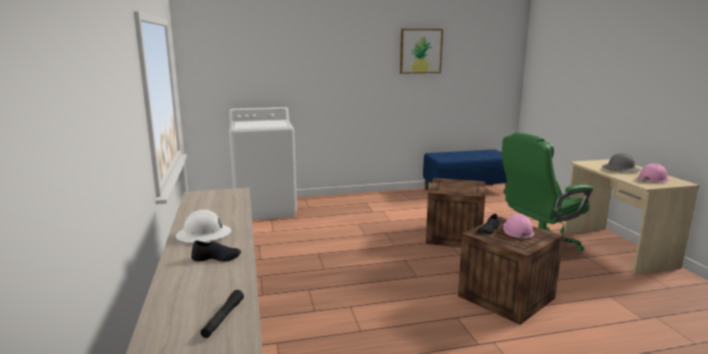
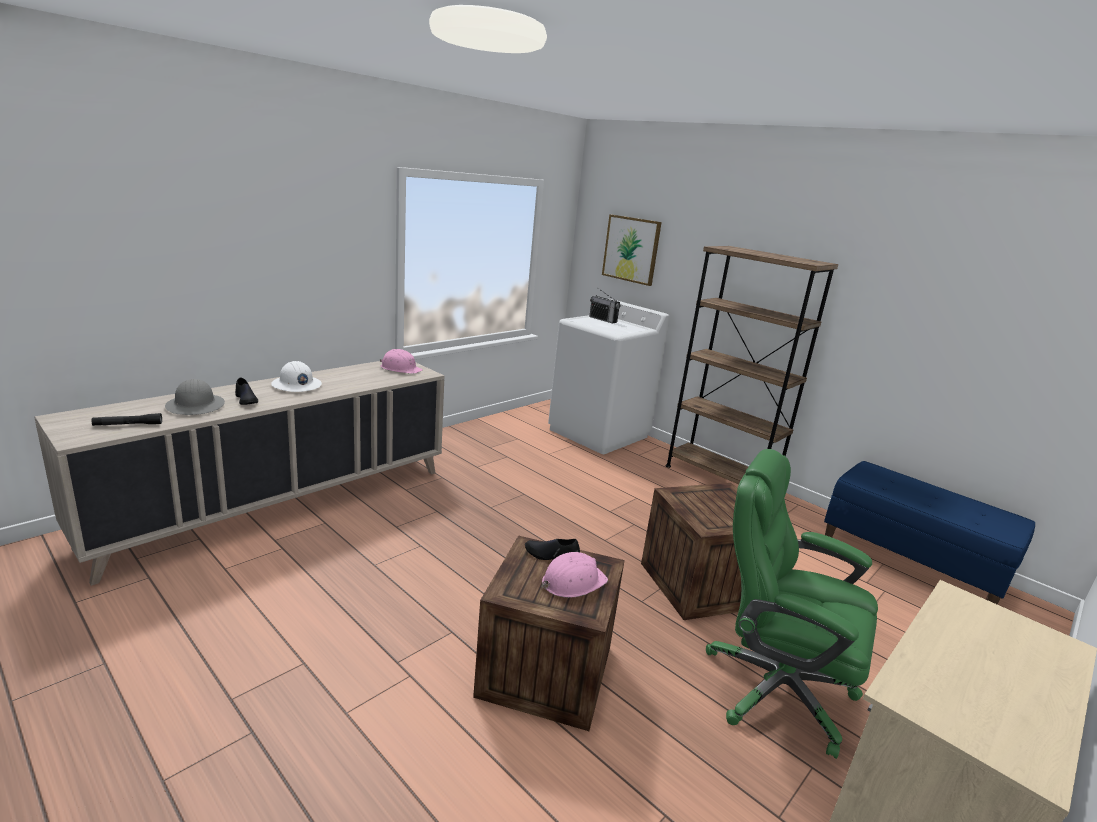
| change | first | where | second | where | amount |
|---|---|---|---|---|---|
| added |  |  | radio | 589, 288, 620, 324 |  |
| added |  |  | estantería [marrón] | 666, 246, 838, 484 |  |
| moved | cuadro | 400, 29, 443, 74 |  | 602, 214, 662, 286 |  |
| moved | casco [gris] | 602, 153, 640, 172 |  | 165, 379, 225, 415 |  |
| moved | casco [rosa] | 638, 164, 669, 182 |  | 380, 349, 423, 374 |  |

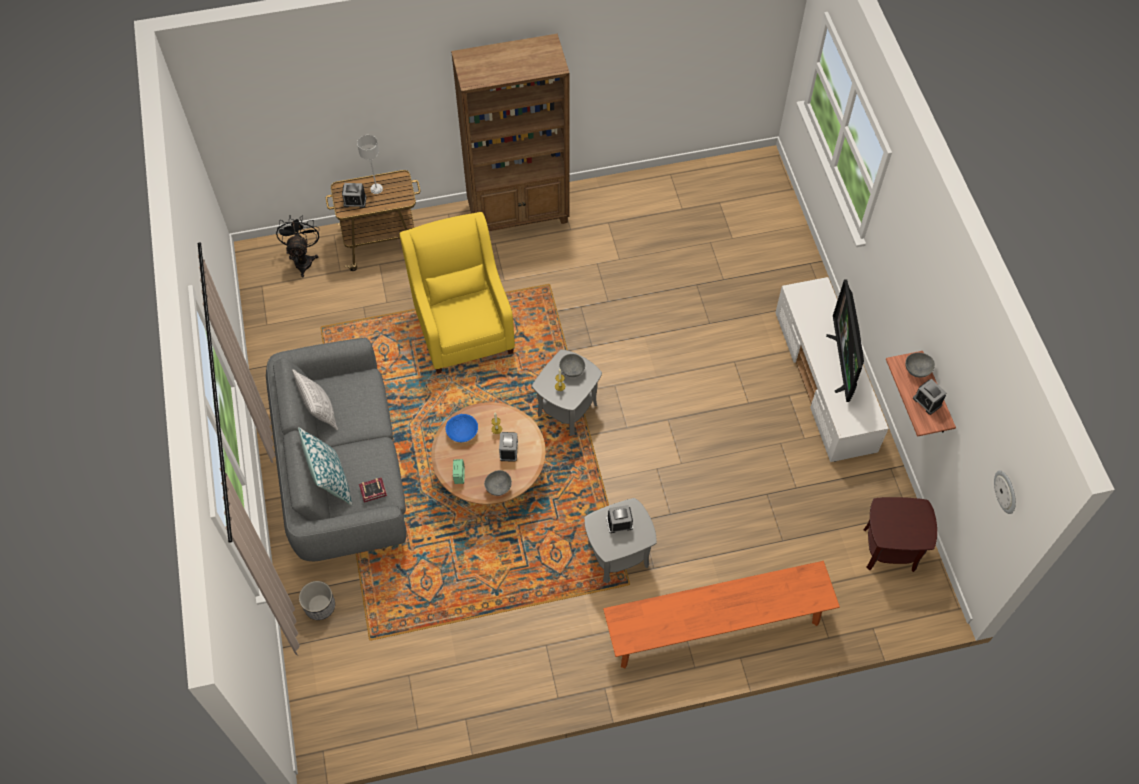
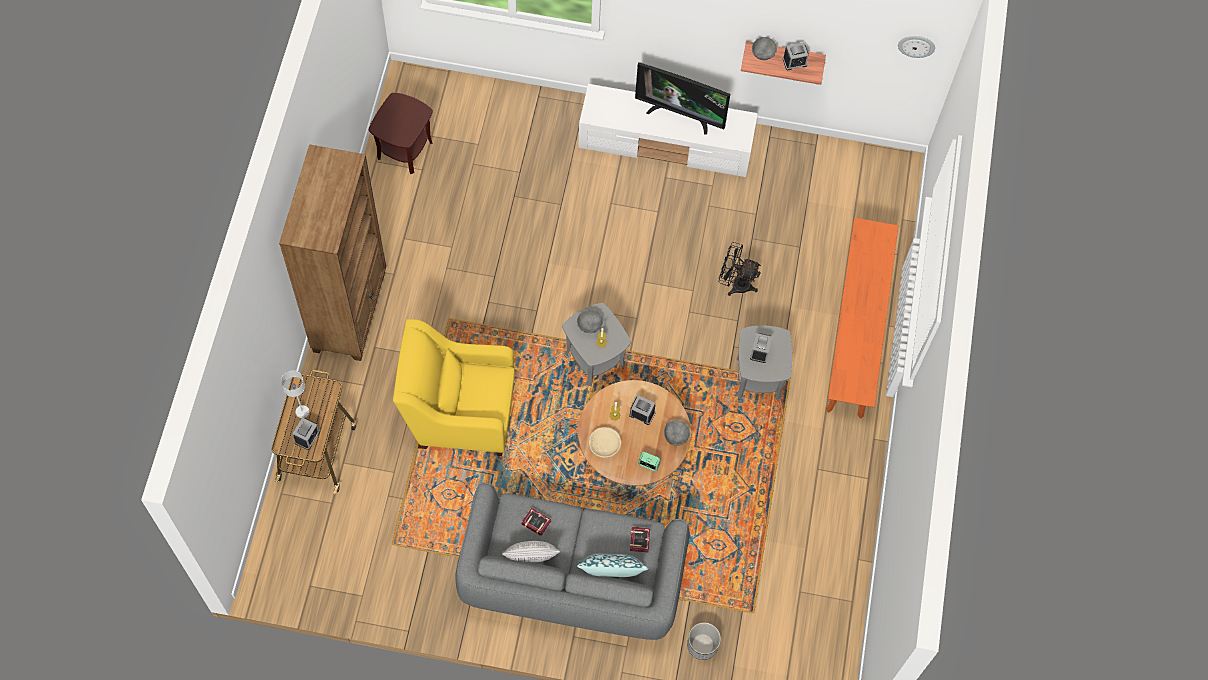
| change | first | where | second | where | amount |
|---|---|---|---|---|---|
| added |  |  | libro | 521, 508, 551, 536 |  |
| moved | ventilador [negro] | 276, 215, 319, 278 |  | 719, 242, 761, 296 |  |
| moved | mesa auxiliar [marrón] | 863, 497, 937, 572 |  | 369, 93, 433, 174 |  |
| recoloured | cuenco [azul] | 445, 414, 478, 442 | cuenco [beis] | 589, 427, 621, 458 |  |

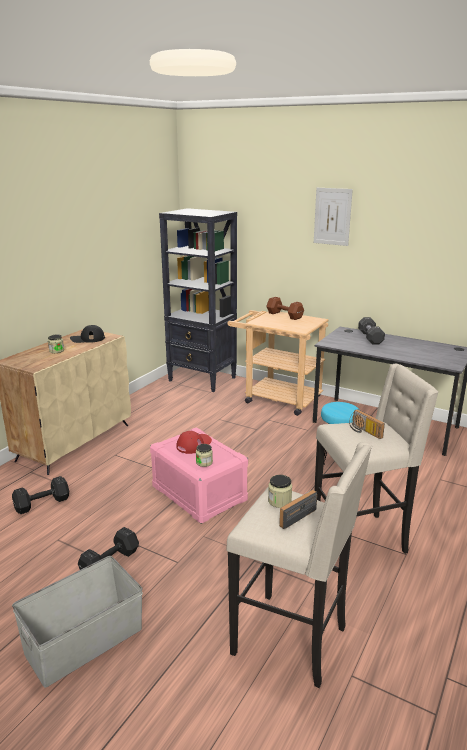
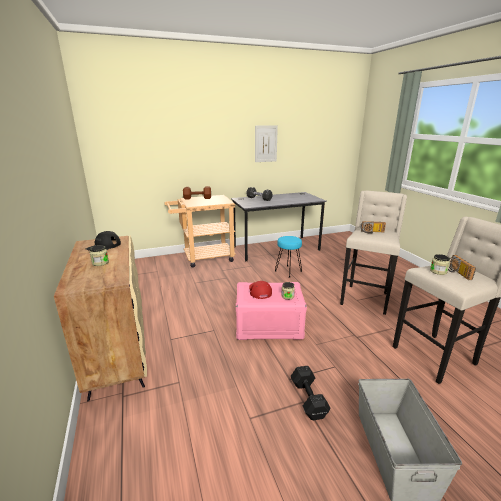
| change | first | where | second | where | amount |
|---|---|---|---|---|---|
| removed | mancuerna [negro] | 12, 476, 69, 514 |  |  |  |
| removed | estantería [negro] | 159, 208, 237, 392 |  |  |  |
| moved | cuadro | 314, 188, 353, 246 |  | 255, 125, 278, 162 |  |

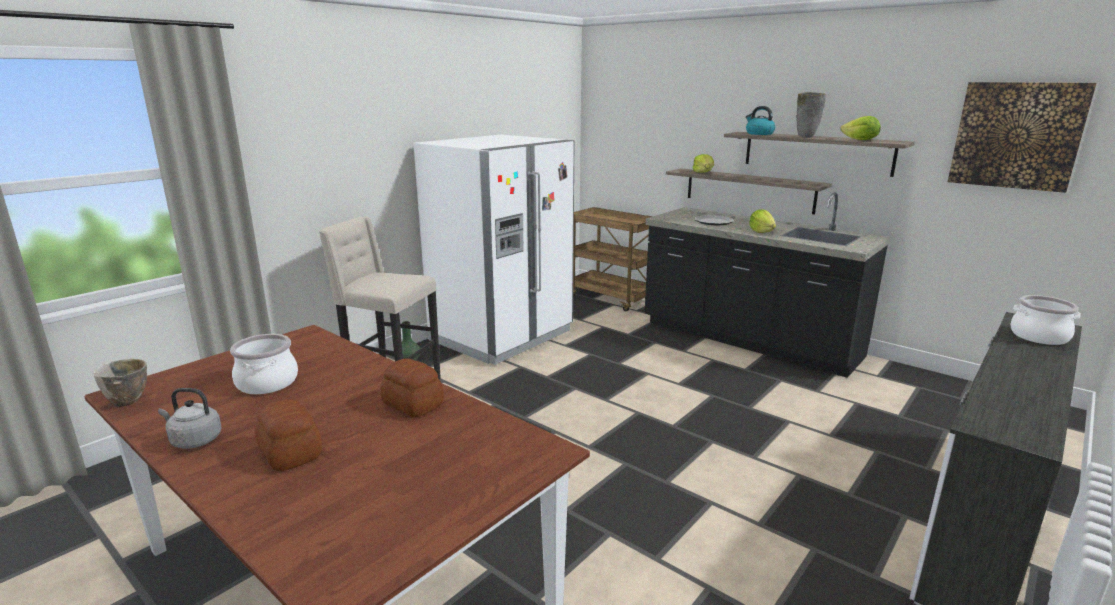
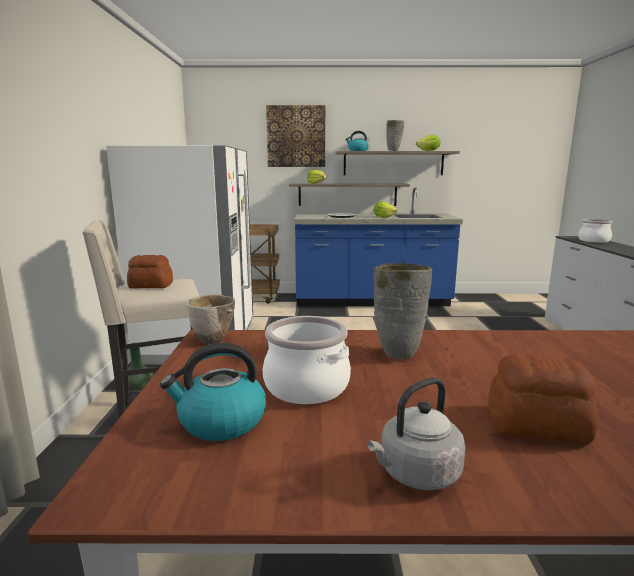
| change | first | where | second | where | amount |
|---|---|---|---|---|---|
| added |  |  | hervidor | 160, 343, 266, 441 |  |
| added |  |  | florero [gris] | 374, 263, 432, 359 |  |
| moved | cuenco | 94, 358, 147, 407 |  | 186, 295, 235, 344 |  |
| moved | pan | 380, 358, 444, 417 |  | 127, 255, 173, 288 |  |
| moved | cuadro | 948, 82, 1097, 193 |  | 266, 105, 325, 167 |  |
| recoloured | mueble bajo de cocina [negro] | 645, 192, 891, 378 | mueble bajo de cocina [azul] | 294, 187, 463, 306 |  |

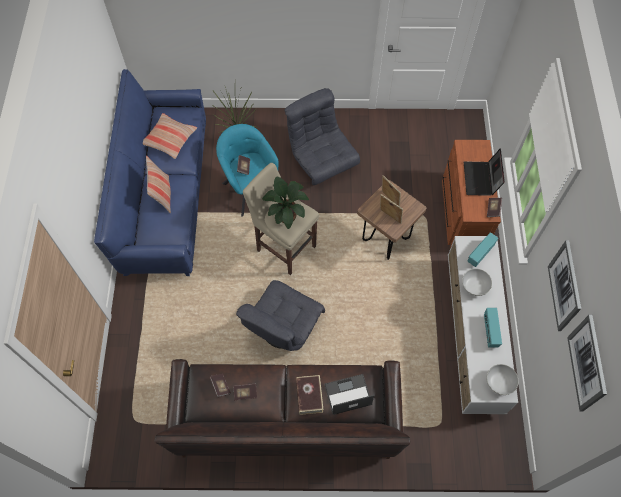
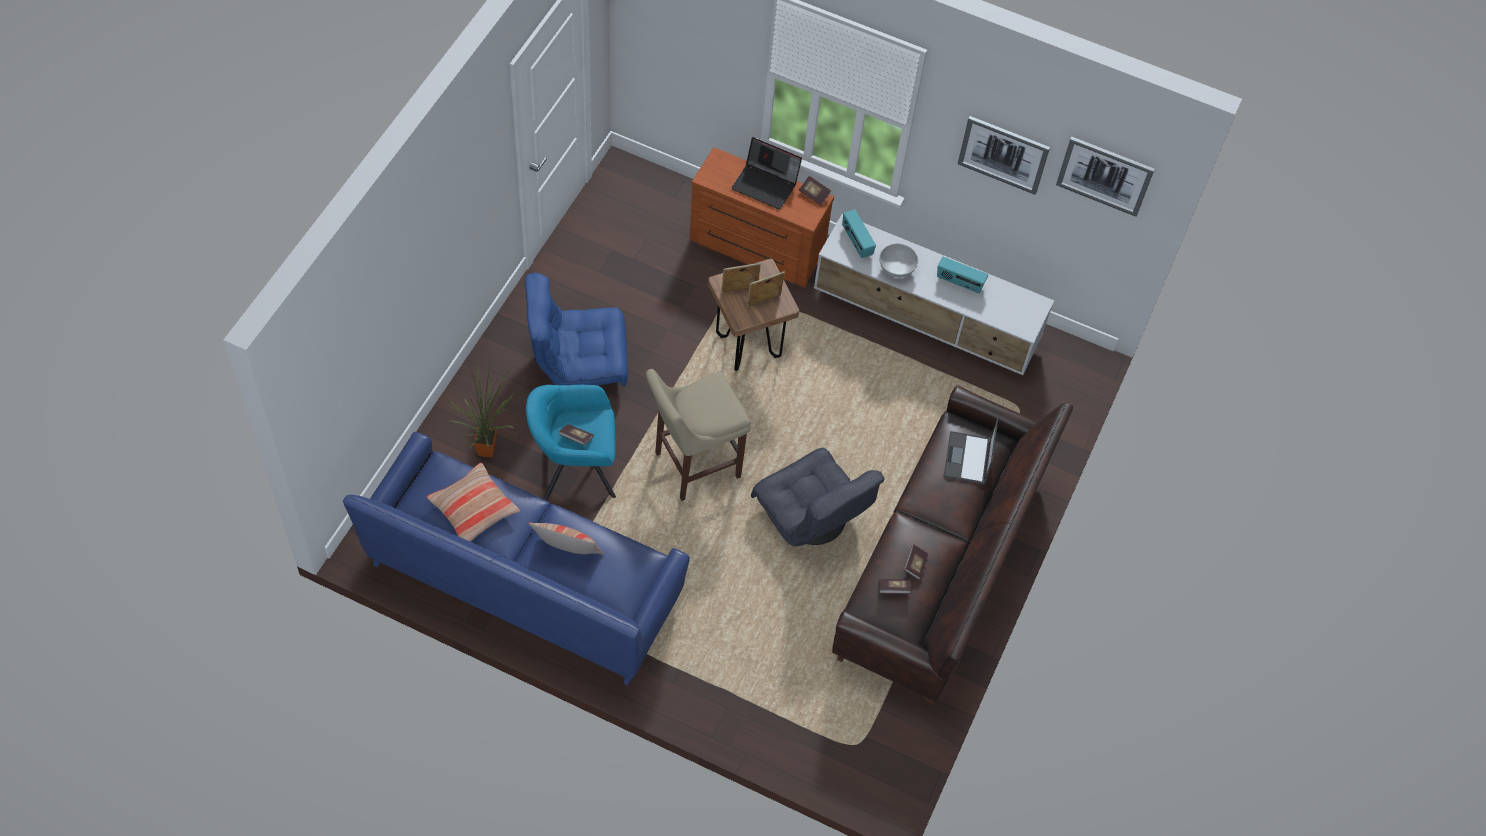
| change | first | where | second | where | amount |
|---|---|---|---|---|---|
| removed | planta en maceta | 262, 177, 309, 229 |  |  |  |
| removed | libro | 296, 375, 324, 415 |  |  |  |
| removed | cuenco [blanco] | 487, 364, 519, 395 |  |  |  |
| recoloured | sillón [gris] | 284, 88, 360, 185 | sillón [azul] | 525, 272, 628, 387 |  |

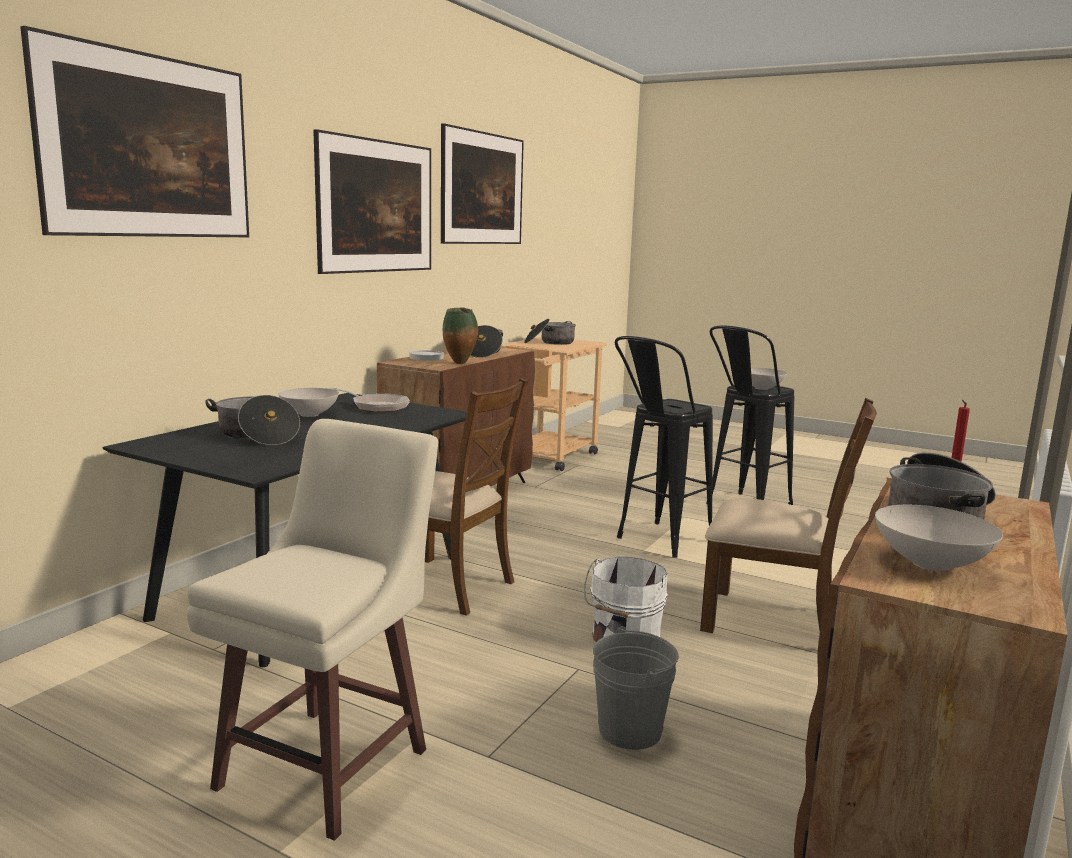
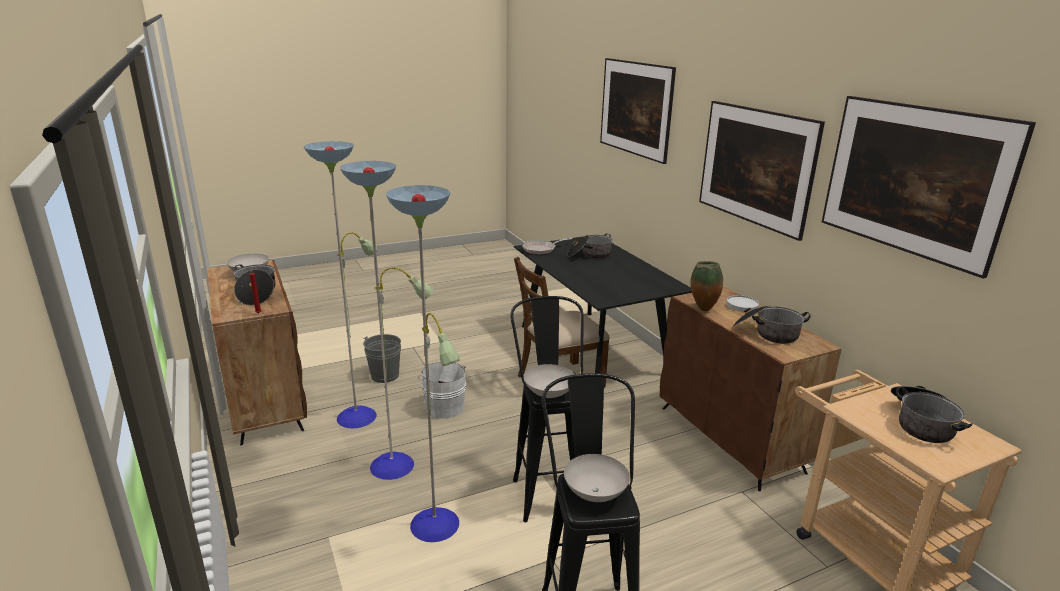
| change | first | where | second | where | amount |
|---|---|---|---|---|---|
| removed | taburete [beis] | 187, 419, 438, 841 |  |  |  |
| moved | cuenco [blanco] | 278, 388, 339, 417 |  | 524, 364, 575, 398 |  |
| moved | sartén | 328, 387, 410, 412 |  | 522, 238, 572, 255 |  |
| replaced | silla [marrón] | 700, 398, 877, 633 | lámpara de pie | 304, 141, 460, 542 |  |

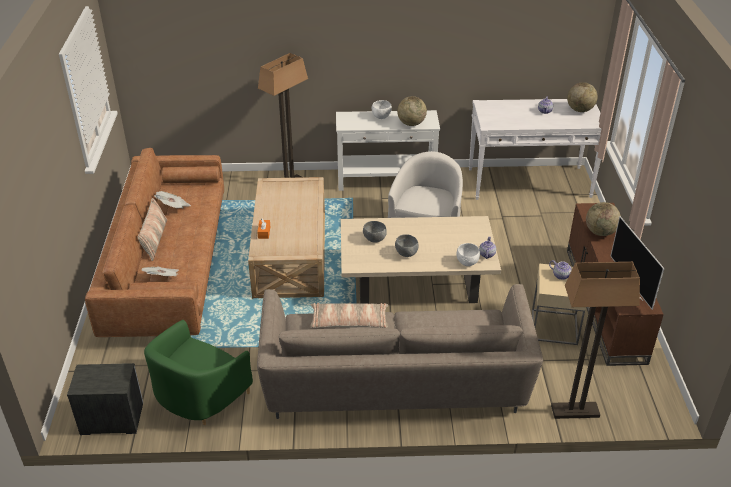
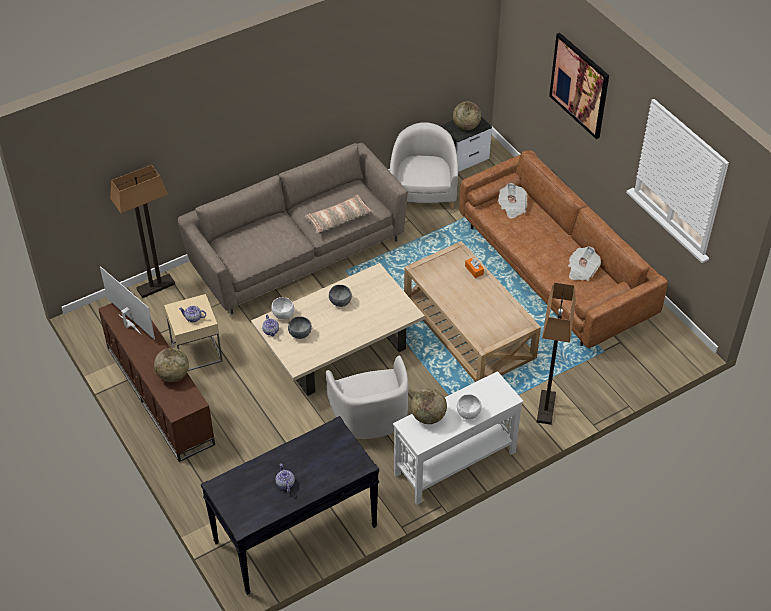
| change | first | where | second | where | amount |
|---|---|---|---|---|---|
| removed | cojín | 138, 198, 167, 261 |  |  |  |
| added |  |  | cuadro | 549, 33, 609, 139 |  |
| moved | cuenco [gris] | 363, 221, 387, 243 |  | 288, 316, 312, 339 |  |
| moved | globo terráqueo | 567, 82, 598, 112 |  | 453, 101, 481, 130 |  |
| recoloured | sillón [verde] | 144, 320, 253, 425 | sillón [blanco] | 390, 122, 458, 209 |  |
| recoloured | mesa consola [blanco] | 469, 99, 602, 200 | mesa consola [negro] | 201, 416, 379, 595 |  |

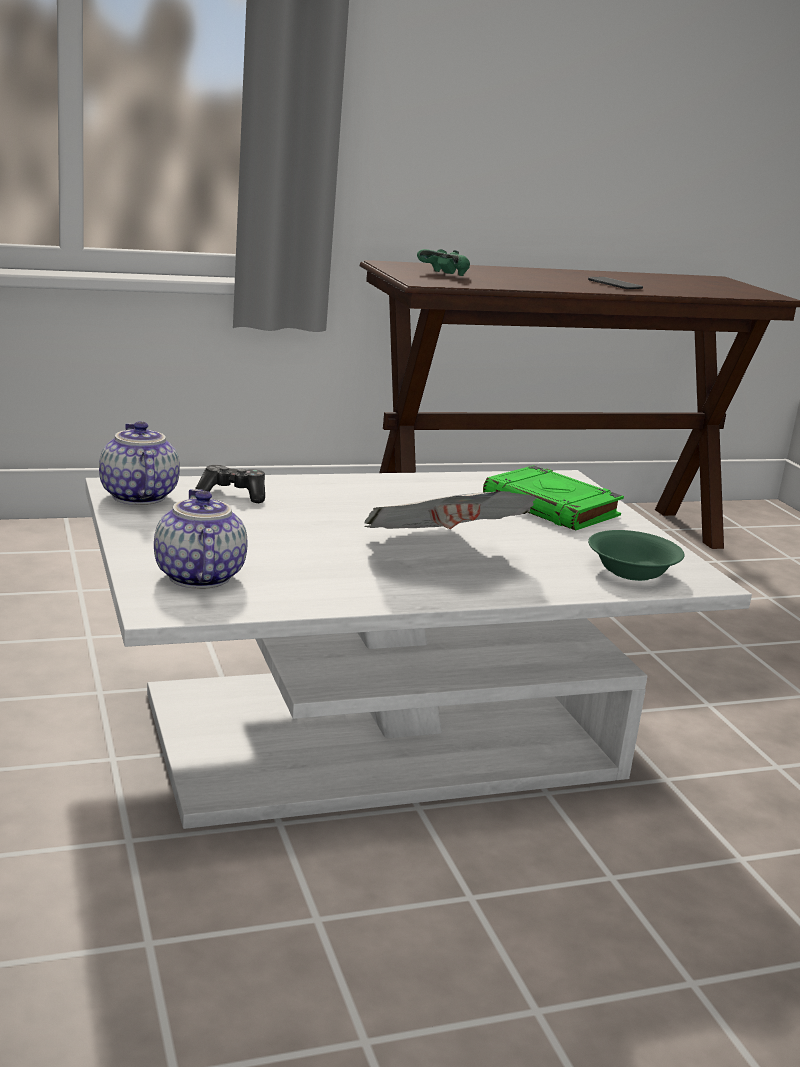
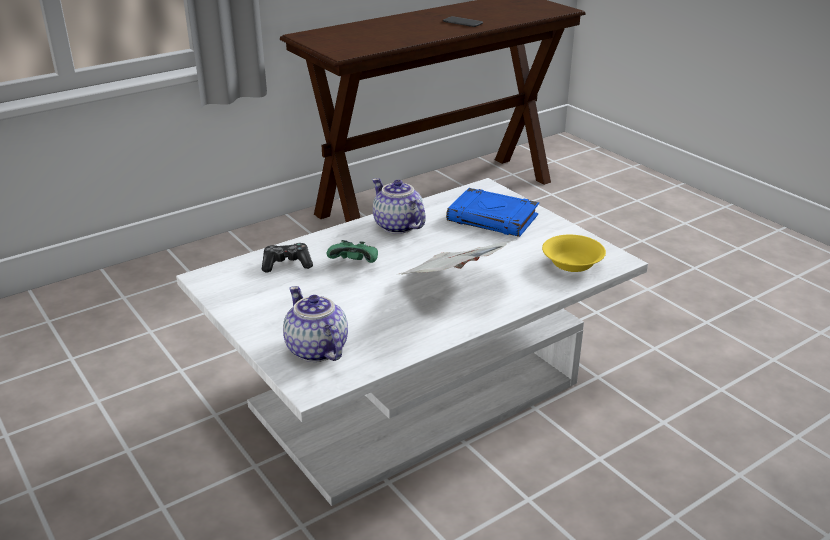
| change | first | where | second | where | amount |
|---|---|---|---|---|---|
| moved | tetera | 99, 421, 180, 505 |  | 372, 178, 426, 234 |  |
| moved | mando de consola [verde] | 417, 249, 470, 276 |  | 326, 240, 378, 263 |  |
| recoloured | libro [verde] | 483, 465, 624, 531 | libro [azul] | 446, 188, 539, 237 |  |
| recoloured | cuenco [verde] | 588, 530, 685, 581 | cuenco [amarillo] | 542, 235, 606, 272 |  |

